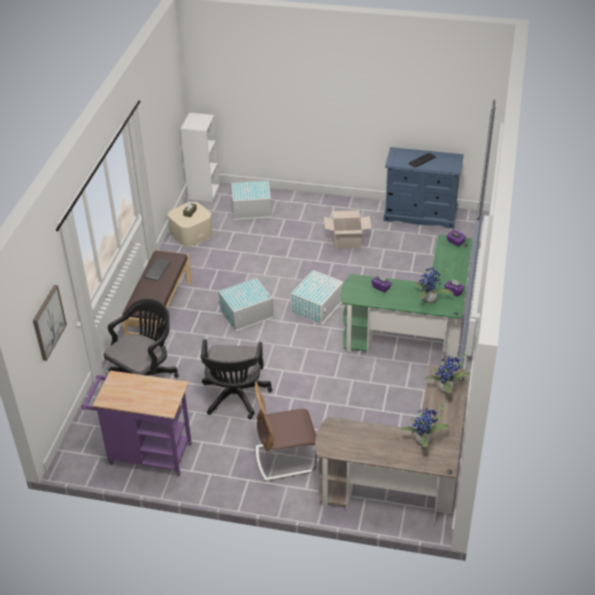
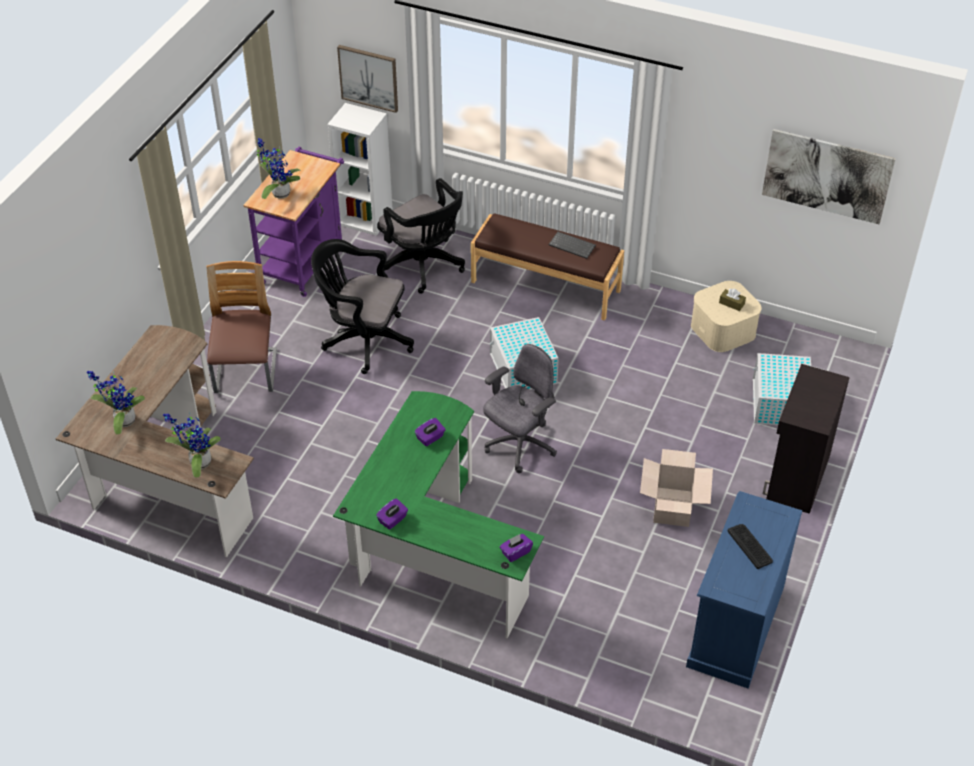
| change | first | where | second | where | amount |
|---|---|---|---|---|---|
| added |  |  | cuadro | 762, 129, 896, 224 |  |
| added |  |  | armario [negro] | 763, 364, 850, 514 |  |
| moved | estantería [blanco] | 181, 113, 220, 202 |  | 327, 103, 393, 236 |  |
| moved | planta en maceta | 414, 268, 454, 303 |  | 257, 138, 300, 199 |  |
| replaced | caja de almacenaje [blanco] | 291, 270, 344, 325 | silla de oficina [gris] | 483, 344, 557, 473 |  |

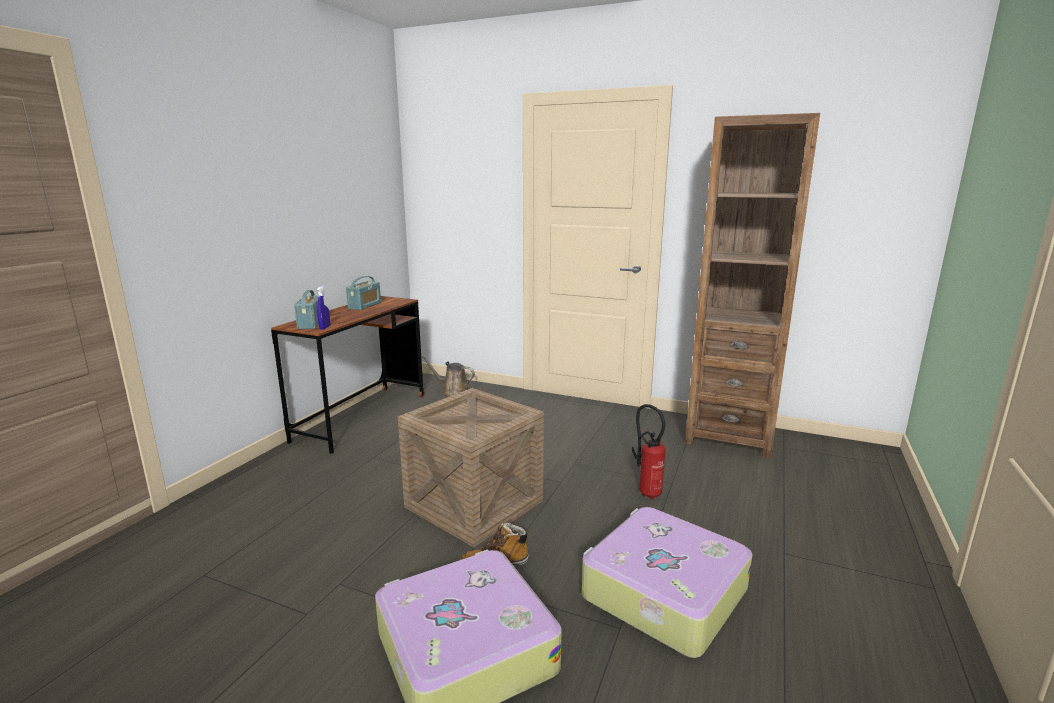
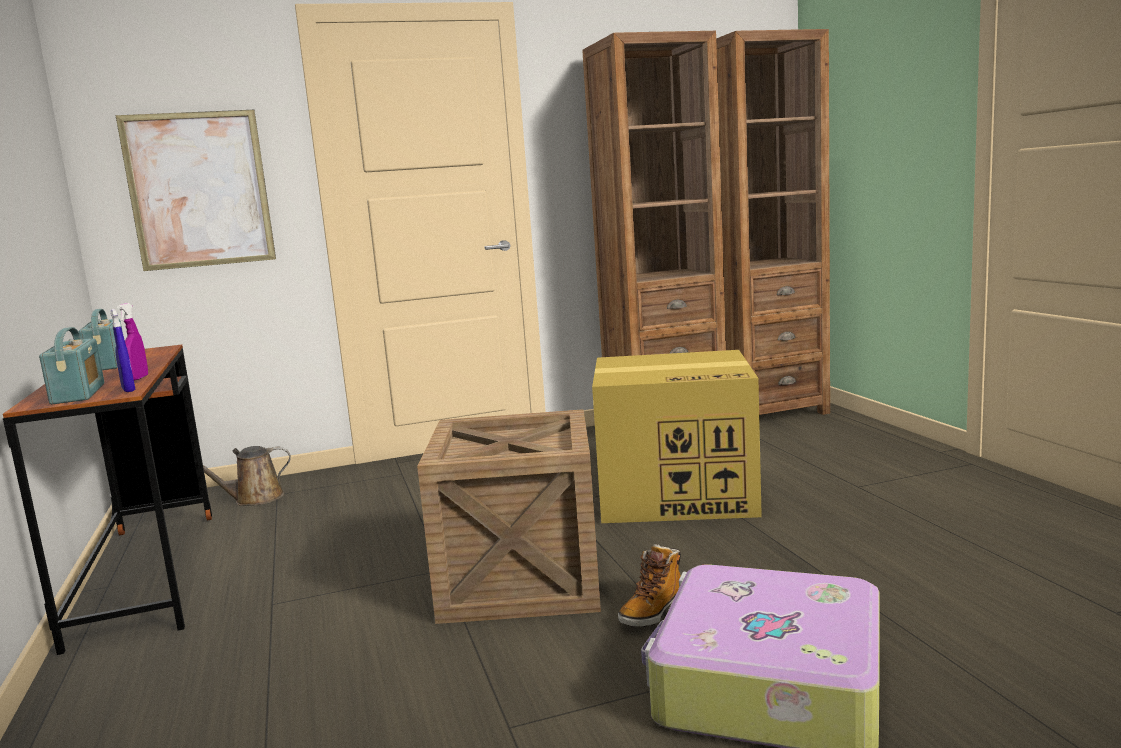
| change | first | where | second | where | amount |
|---|---|---|---|---|---|
| removed | maleta | 582, 507, 753, 658 |  |  |  |
| added |  |  | cuadro | 116, 110, 276, 271 |  |
| added |  |  | pulverizador [morado] | 117, 303, 148, 381 |  |
| added |  |  | estantería [marrón] | 716, 29, 830, 415 |  |
| replaced | extintor | 632, 404, 666, 499 | caja de cartón | 592, 350, 762, 523 |  |
| turned | radio | 294, 290, 319, 329 |  | 39, 327, 104, 404 | 150 degrees counterclockwise |

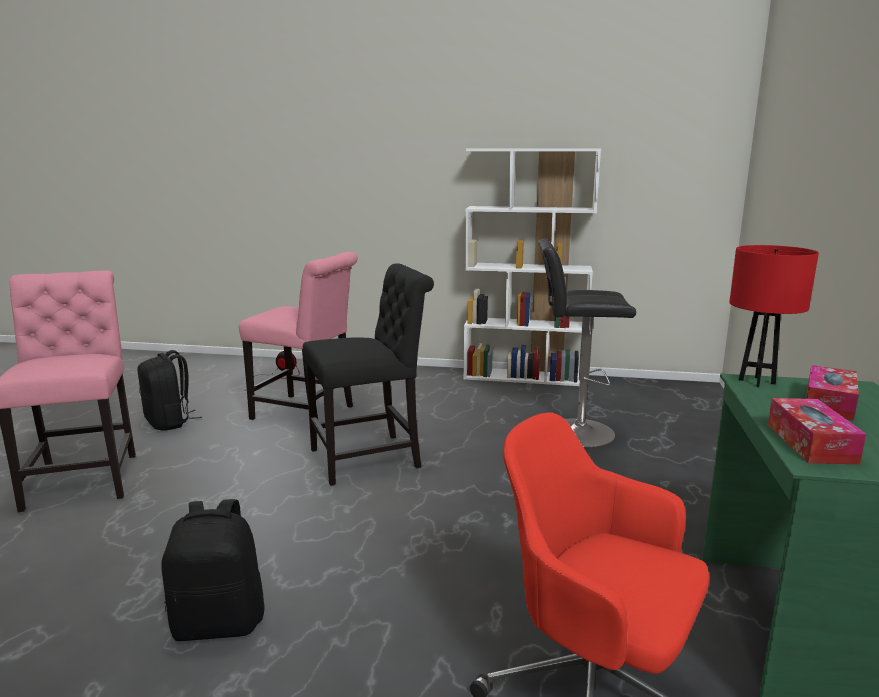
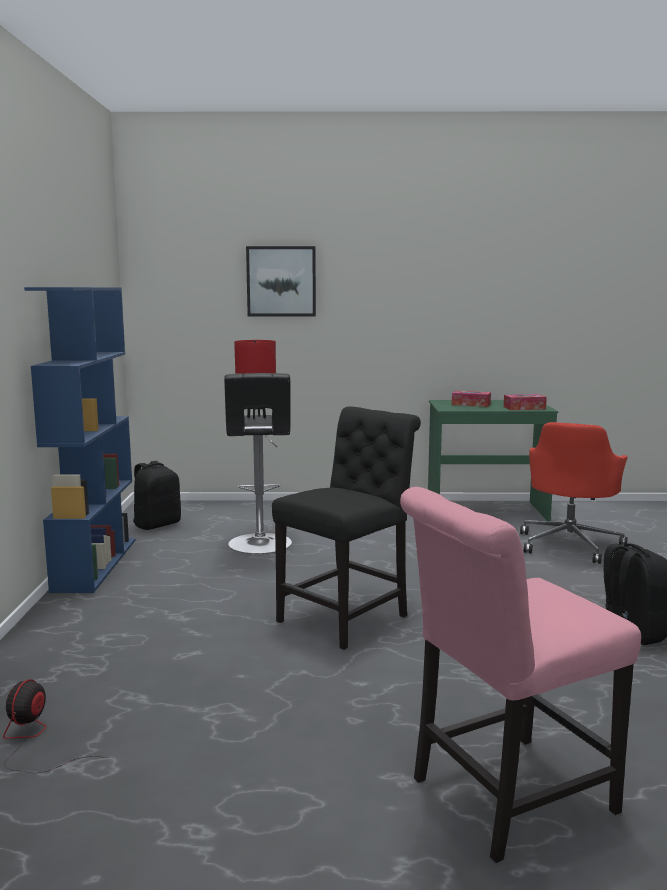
| change | first | where | second | where | amount |
|---|---|---|---|---|---|
| removed | silla [rosa] | 239, 251, 358, 420 |  |  |  |
| added |  |  | cuadro | 246, 246, 316, 316 |  |
| moved | mochila [negro] | 137, 350, 202, 431 |  | 133, 461, 181, 530 |  |
| moved | lámpara de mesa [rojo] | 729, 245, 819, 387 |  | 234, 340, 276, 419 |  |
| recoloured | estantería [blanco] | 463, 148, 601, 386 | estantería [azul] | 24, 287, 136, 593 |  |
| turned | silla [negro] | 303, 263, 434, 485 |  | 272, 406, 421, 650 | 75 degrees clockwise |

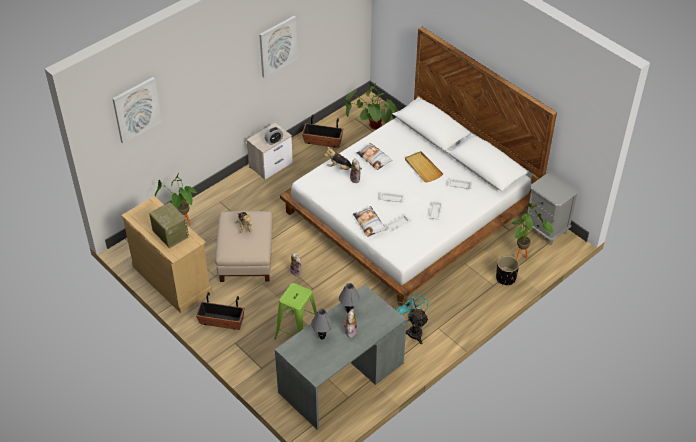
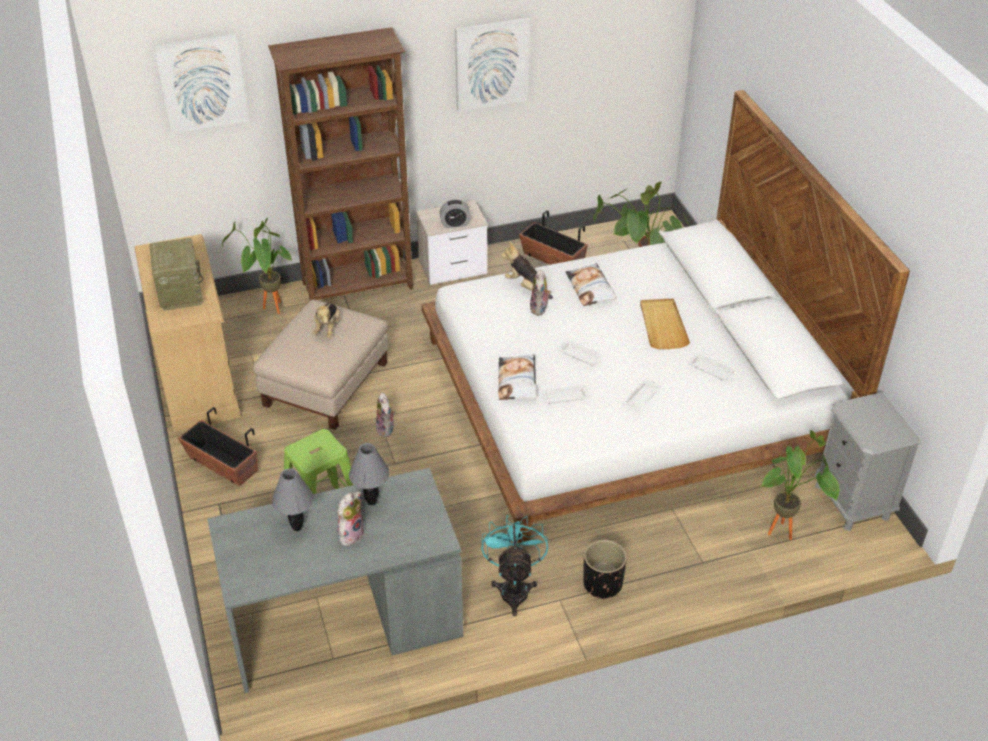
| change | first | where | second | where | amount |
|---|---|---|---|---|---|
| added |  |  | estantería [marrón] | 268, 27, 413, 300 |  |
| moved | maceta [negro] | 496, 256, 519, 285 |  | 583, 540, 627, 599 |  |

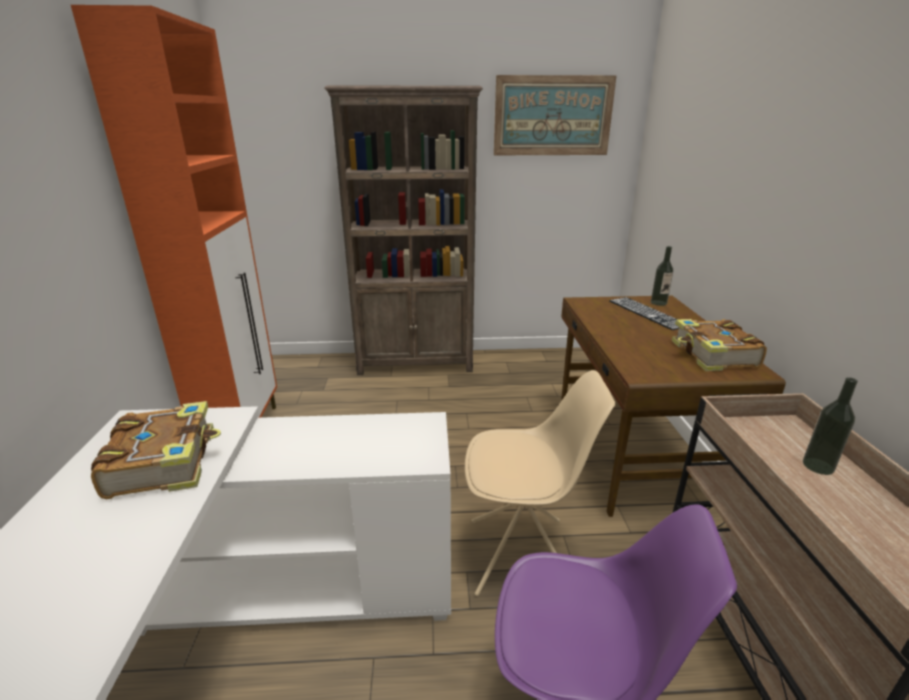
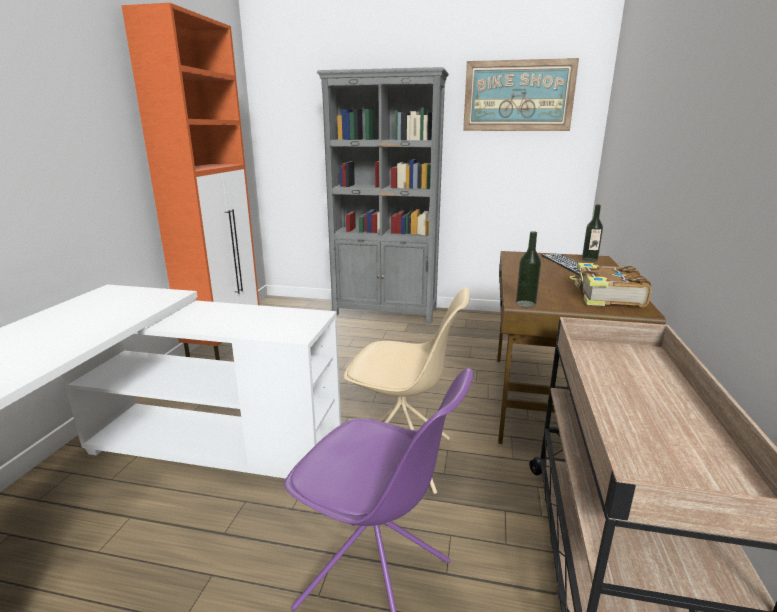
| change | first | where | second | where | amount |
|---|---|---|---|---|---|
| removed | libro | 91, 401, 221, 499 |  |  |  |
| moved | botella | 803, 377, 858, 475 |  | 516, 231, 541, 308 |  |
| recoloured | estantería [marrón] | 324, 85, 483, 375 | estantería [gris] | 317, 67, 449, 324 |  |

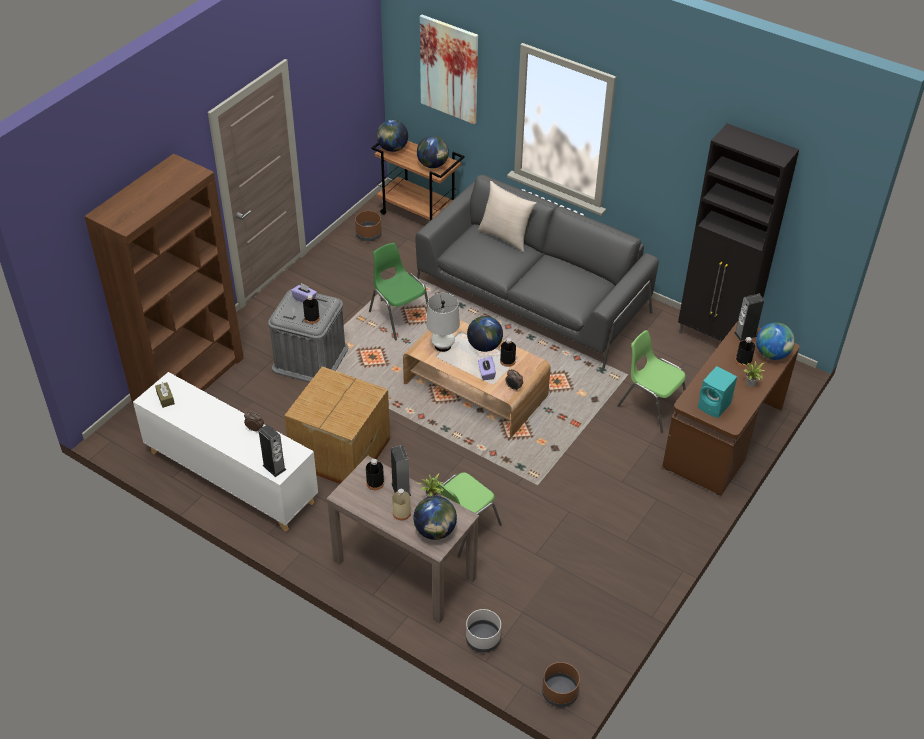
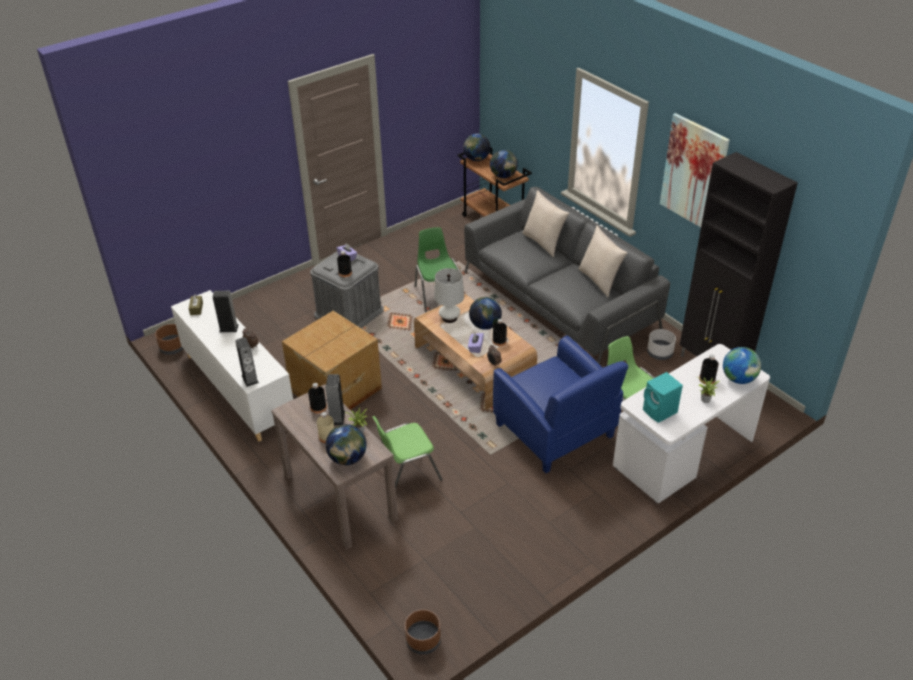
| change | first | where | second | where | amount |
|---|---|---|---|---|---|
| removed | estantería [marrón] | 84, 154, 244, 404 |  |  |  |
| added |  |  | sillón [azul] | 493, 335, 628, 473 |  |
| added |  |  | cojín [beis] | 579, 225, 628, 297 |  |
| moved | maceta [marrón] | 355, 211, 382, 241 |  | 155, 324, 183, 355 |  |
| moved | cuadro | 420, 15, 478, 124 |  | 660, 113, 730, 227 |  |
| moved | maceta [gris] | 466, 609, 501, 653 |  | 647, 329, 676, 360 |  |
| moved | altavoz | 734, 294, 764, 341 |  | 213, 291, 238, 332 |  |
| recoloured | escritorio [marrón] | 662, 321, 800, 495 | escritorio [blanco] | 613, 344, 770, 504 |  |

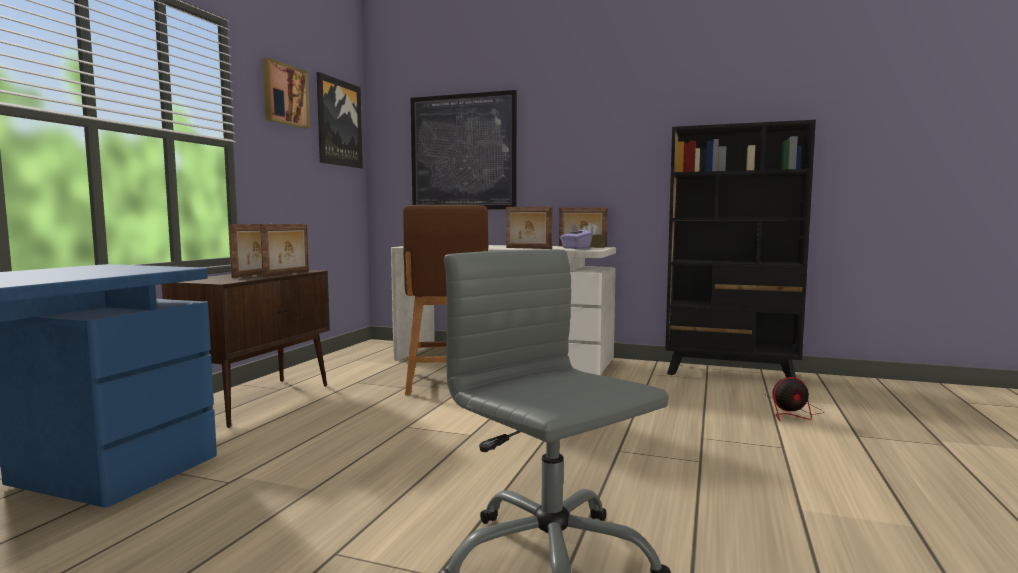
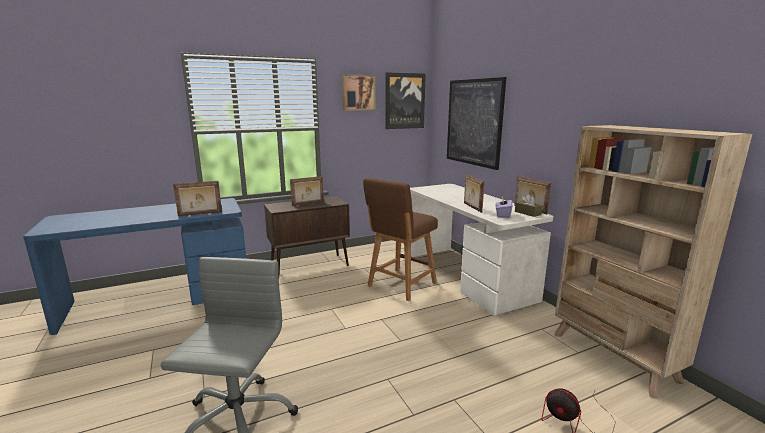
| change | first | where | second | where | amount |
|---|---|---|---|---|---|
| moved | portarretratos | 260, 224, 309, 277 |  | 173, 181, 222, 216 |  |
| recoloured | estantería [negro] | 665, 120, 816, 378 | estantería [beis] | 555, 125, 752, 398 |  |

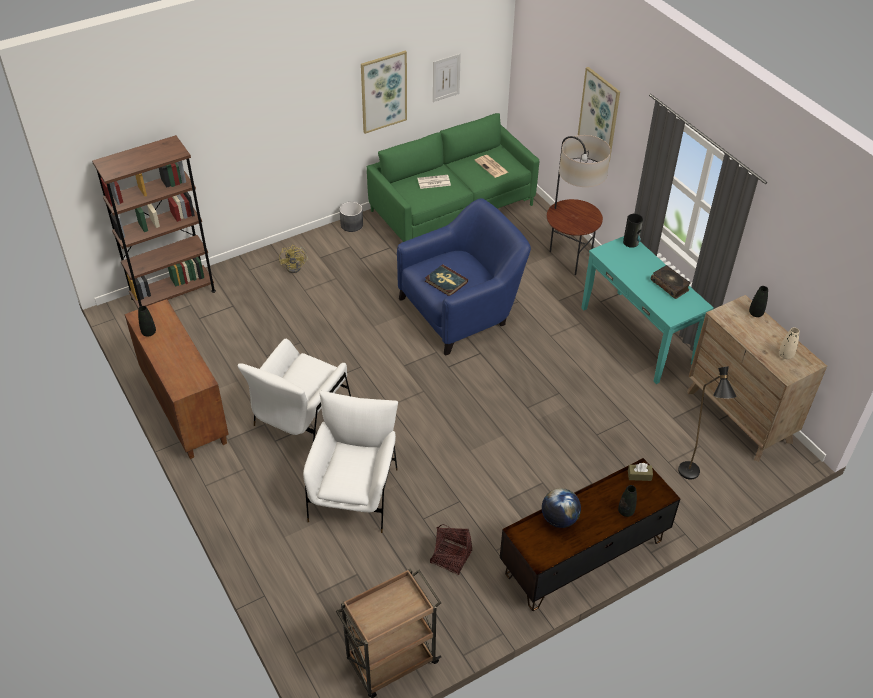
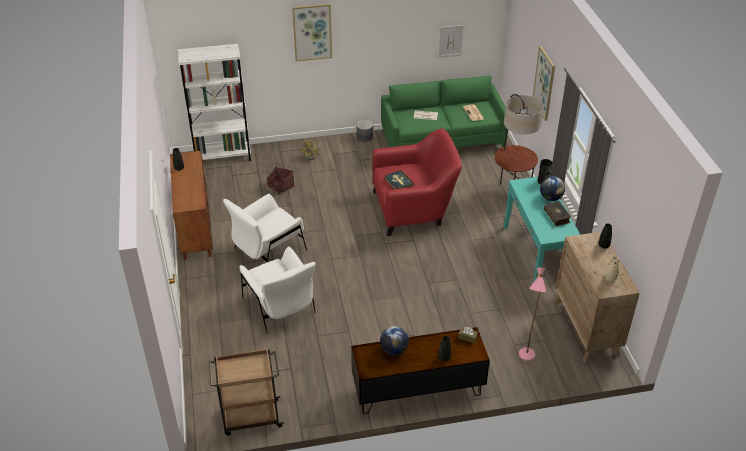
| change | first | where | second | where | amount |
|---|---|---|---|---|---|
| added |  |  | globo terráqueo | 540, 176, 565, 201 |  |
| moved | cuadro | 361, 51, 407, 134 |  | 292, 4, 332, 62 |  |
| moved | cesta | 430, 524, 473, 575 |  | 267, 162, 294, 195 |  |
| recoloured | estantería [marrón] | 92, 135, 216, 308 | estantería [blanco] | 178, 44, 252, 161 |  |
| recoloured | sillón [azul] | 397, 198, 531, 355 | sillón [rojo] | 372, 128, 462, 236 |  |
| recoloured | lámpara de pie [negro] | 678, 366, 736, 480 | lámpara de pie [rosa] | 519, 268, 546, 361 |  |
| turned | sillón [blanco] | 303, 391, 398, 533 |  | 240, 247, 316, 334 | 120 degrees clockwise |

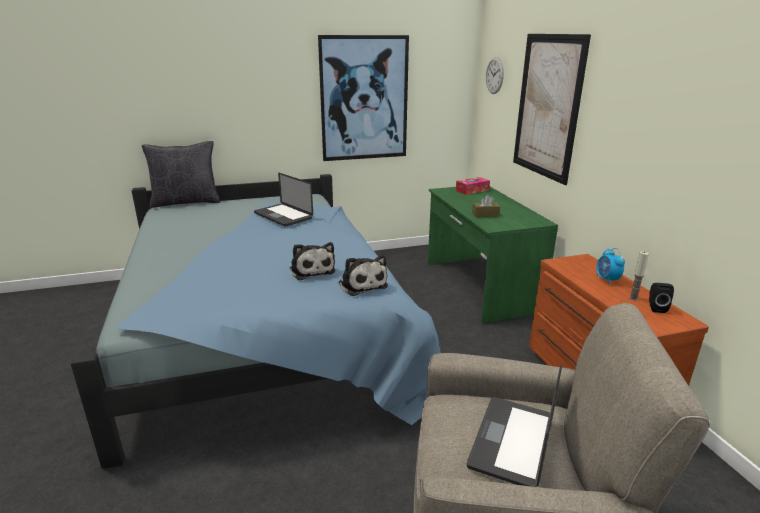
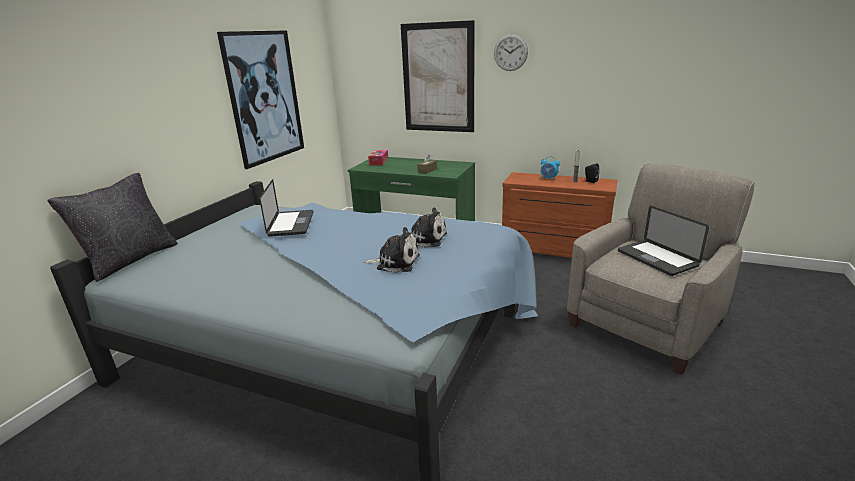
| change | first | where | second | where | amount |
|---|---|---|---|---|---|
| moved | peluche | 338, 255, 388, 296 |  | 364, 227, 420, 273 |  |
| moved | reloj de pared | 486, 57, 504, 94 |  | 494, 34, 528, 71 |  |
| turned | portátil | 254, 173, 313, 227 |  | 259, 179, 314, 237 | 90 degrees counterclockwise |

